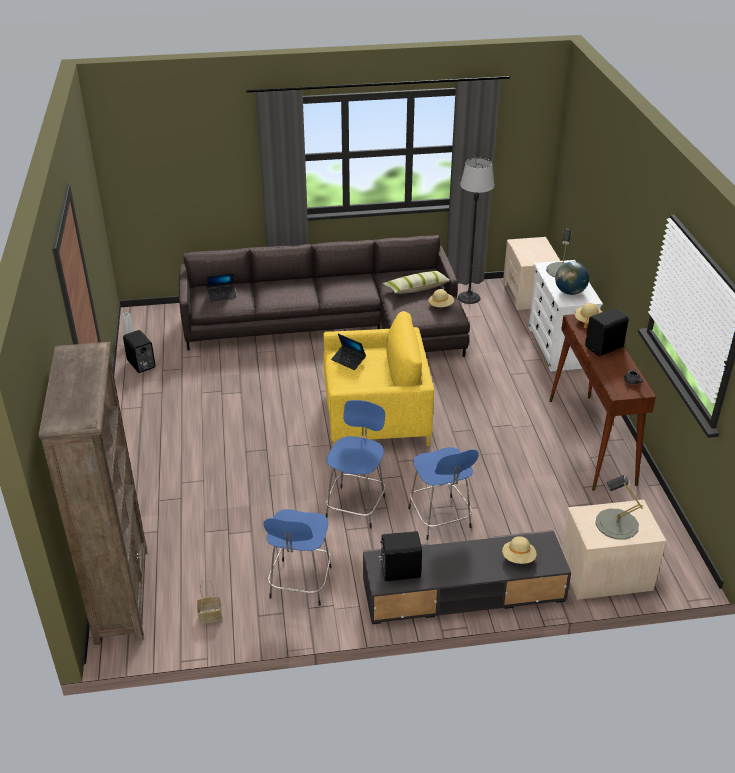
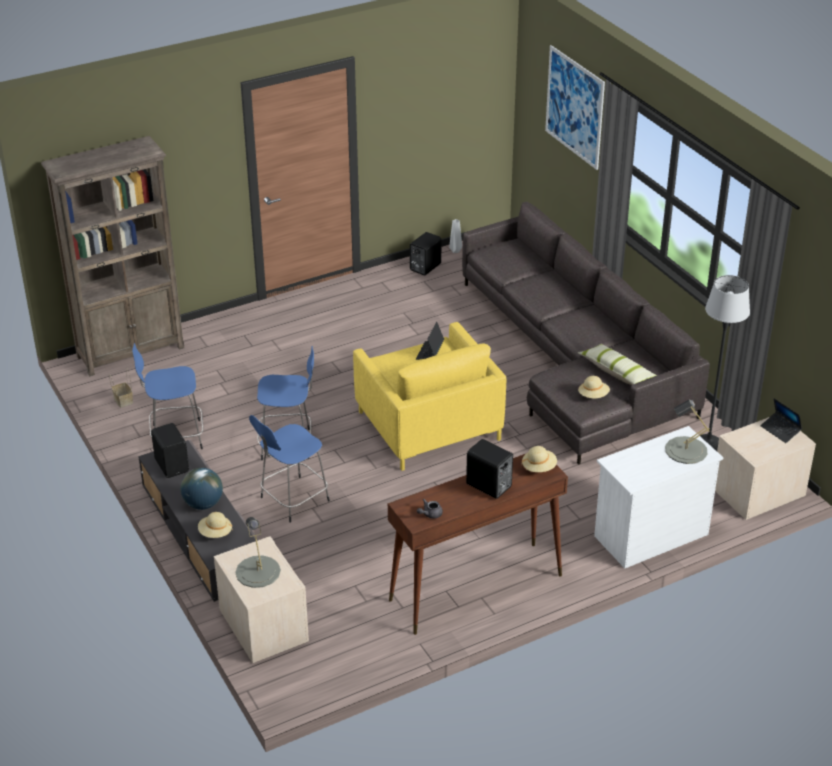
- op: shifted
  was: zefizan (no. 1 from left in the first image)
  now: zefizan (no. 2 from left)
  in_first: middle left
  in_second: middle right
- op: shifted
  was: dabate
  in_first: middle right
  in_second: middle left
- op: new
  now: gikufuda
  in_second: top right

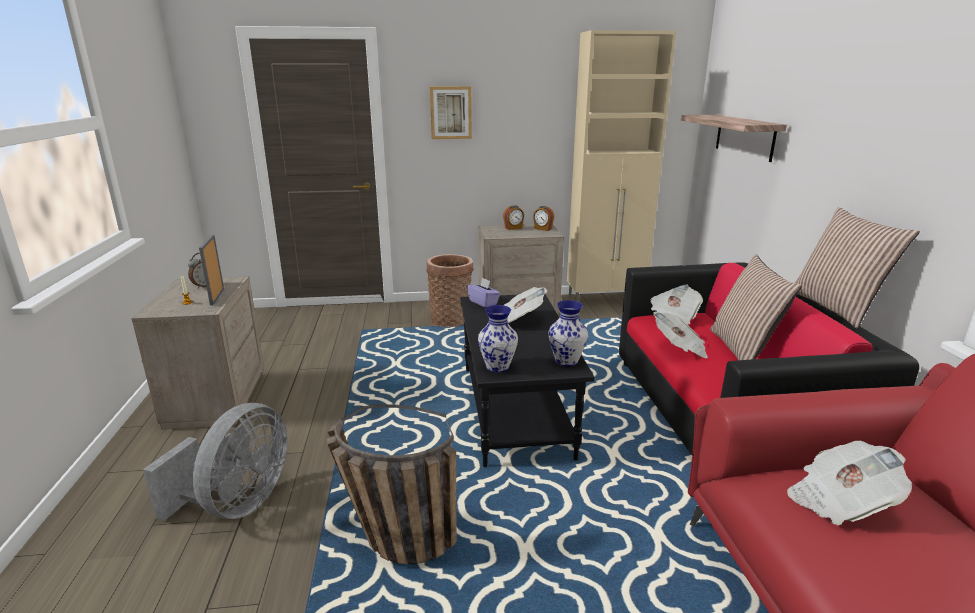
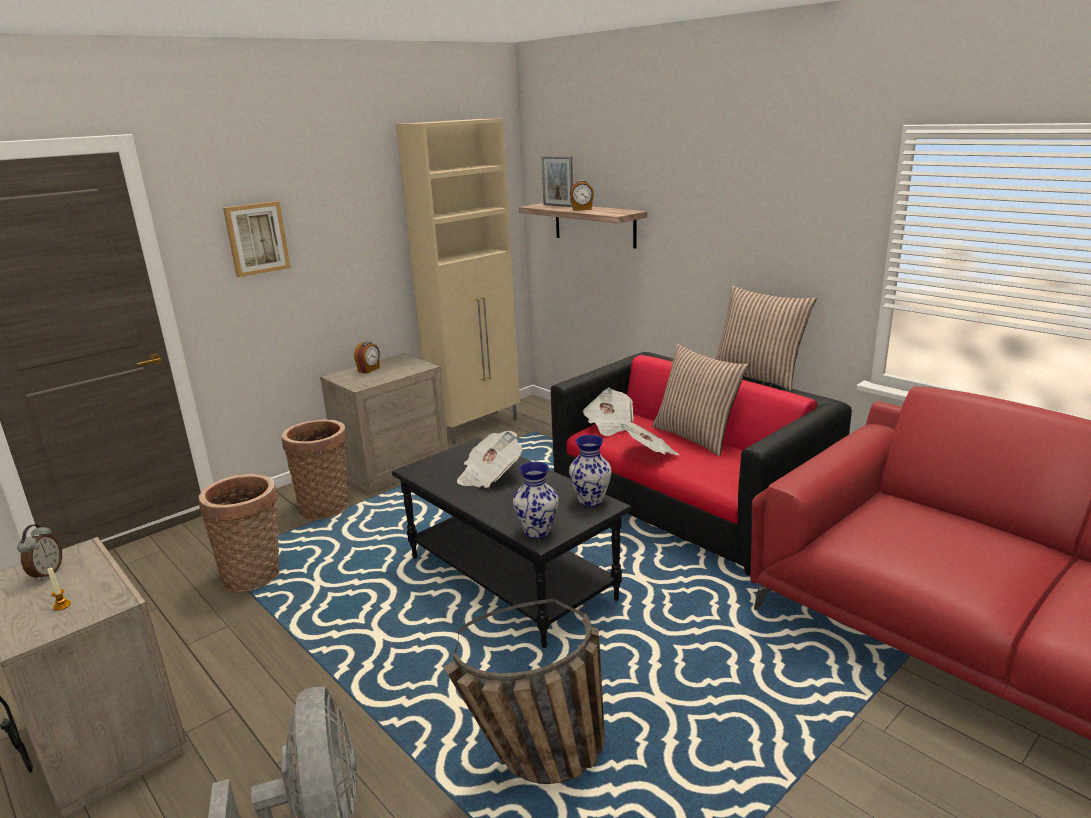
- op: shifted
  was: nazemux
  in_first: middle left
  in_second: top centre
- op: gone
  was: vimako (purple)
  in_first: centre
- op: shifted
  was: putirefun (no. 3 from left)
  in_first: centre
  in_second: top centre
- op: gone
  was: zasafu (no. 4 from left)
  in_first: bottom right
- op: new
  now: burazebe (no. 1 from left)
  in_second: middle left

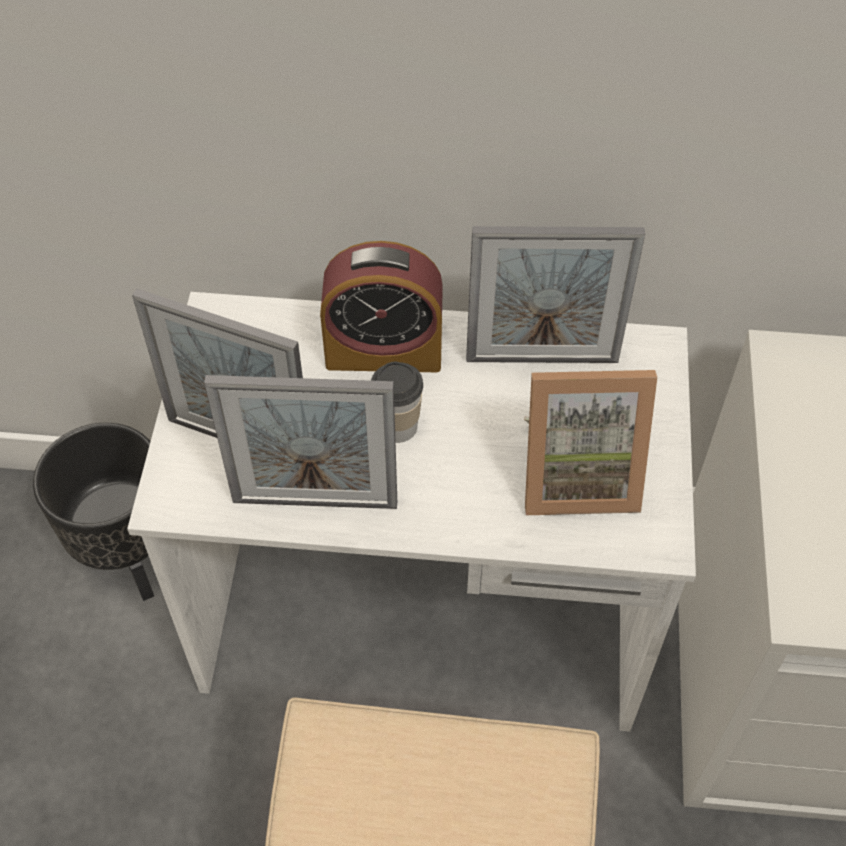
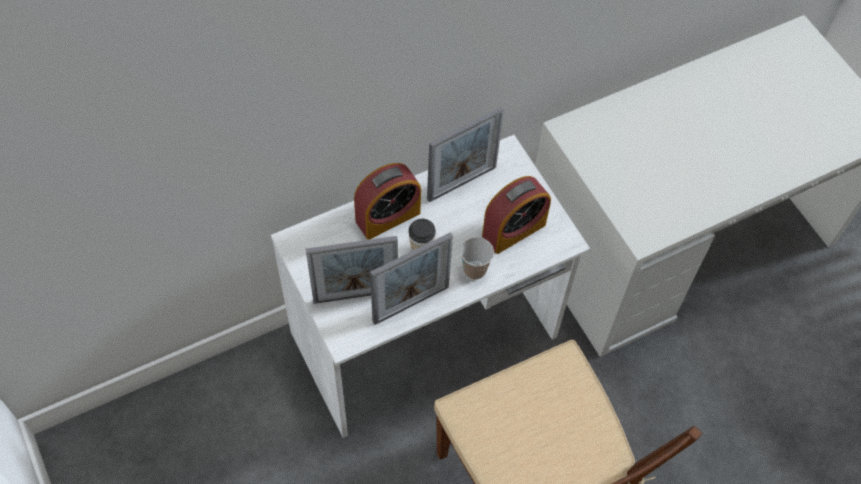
- op: gone
  was: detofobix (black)
  in_first: middle left
- op: swapped
  was: nazemux (no. 4 from left)
  now: putirefun (no. 2 from left)
  in_first: middle right
  in_second: centre
- op: new
  now: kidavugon (no. 2 from left)
  in_second: centre

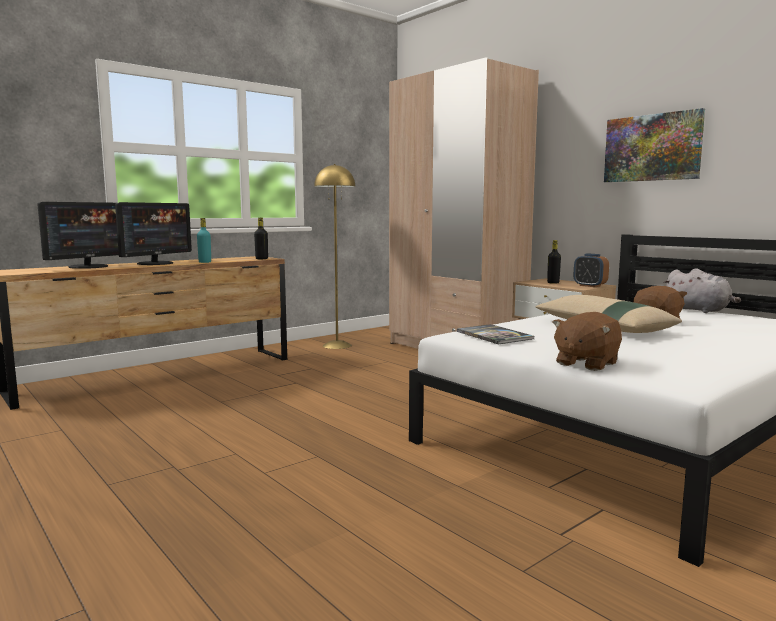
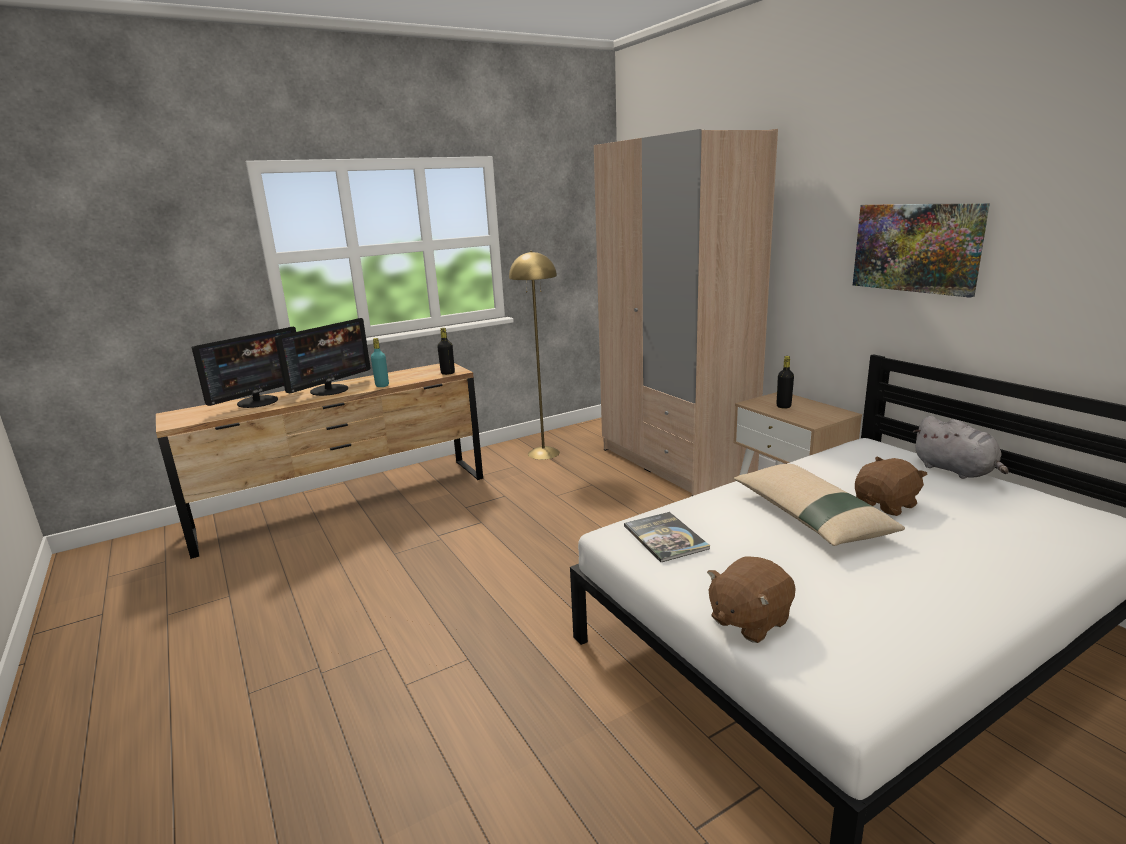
- op: gone
  was: putirefun
  in_first: middle right

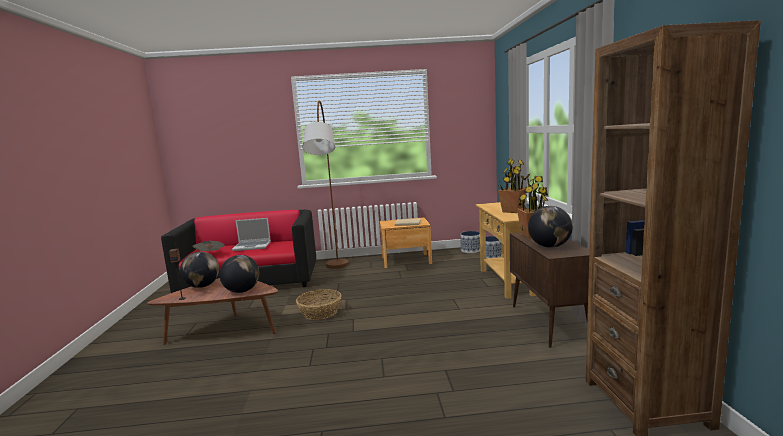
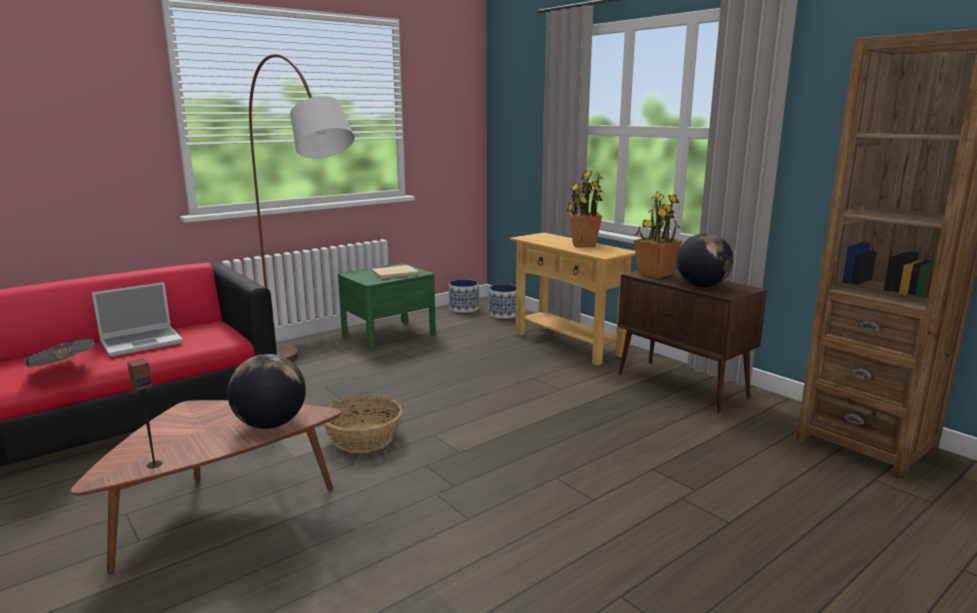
- op: gone
  was: dabate (no. 1 from left)
  in_first: middle left
- op: repainted
  was: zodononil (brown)
  now: zodononil (green)
  in_first: centre
  in_second: centre

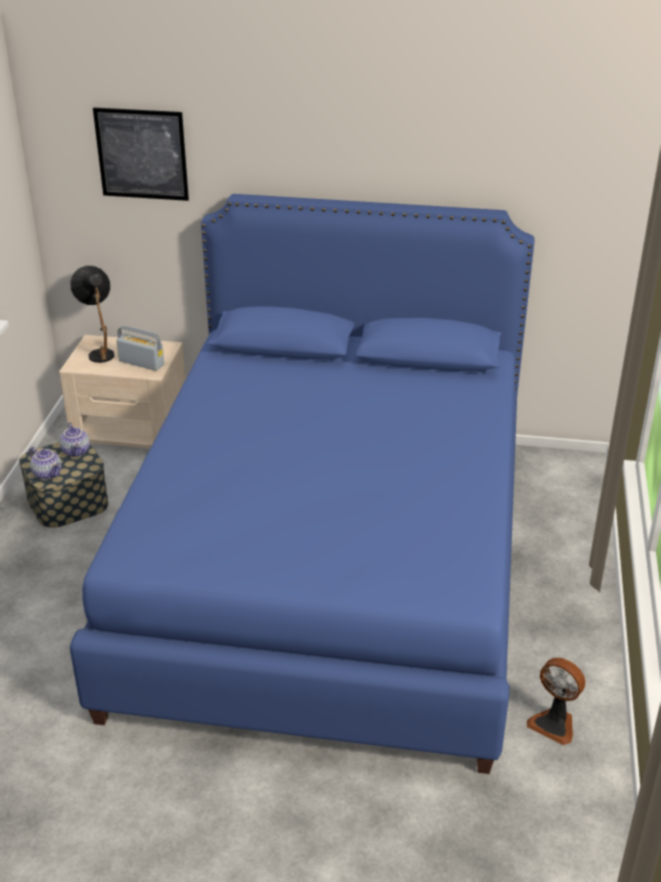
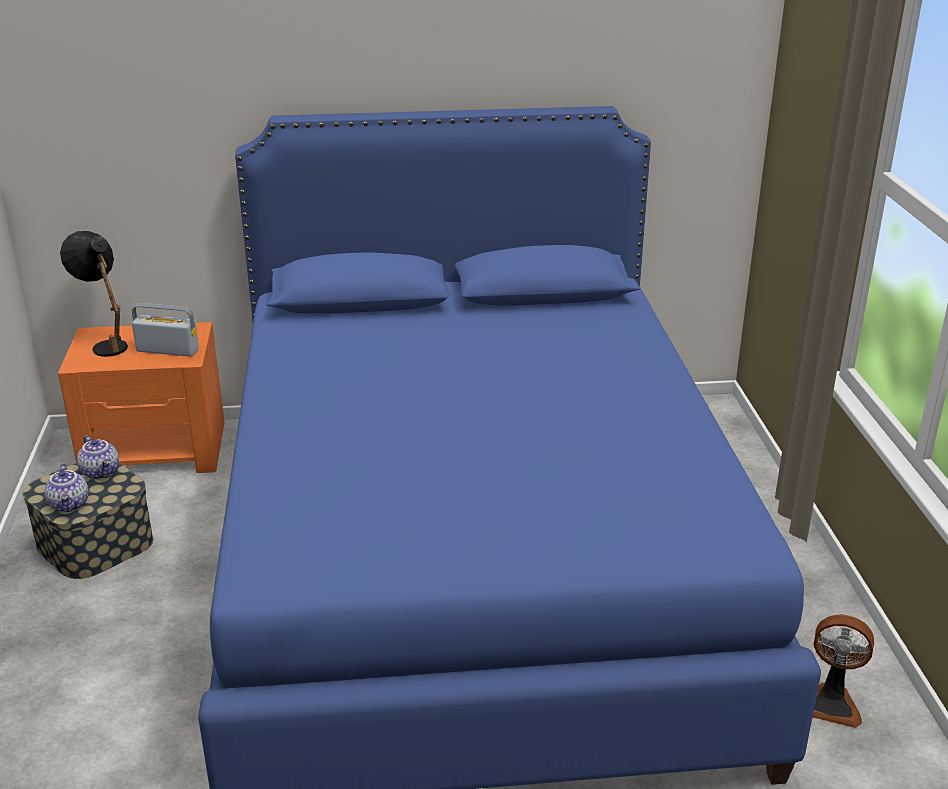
- op: rotated
  was: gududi (no. 1 from left)
  in_first: middle left
  in_second: middle left
  clockwise: 45
- op: repainted
  was: zodononil (beige)
  now: zodononil (orange)
  in_first: middle left
  in_second: middle left
- op: gone
  was: gikufuda
  in_first: top left

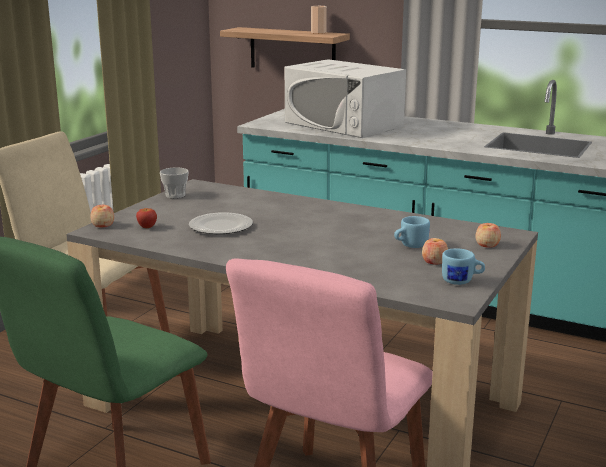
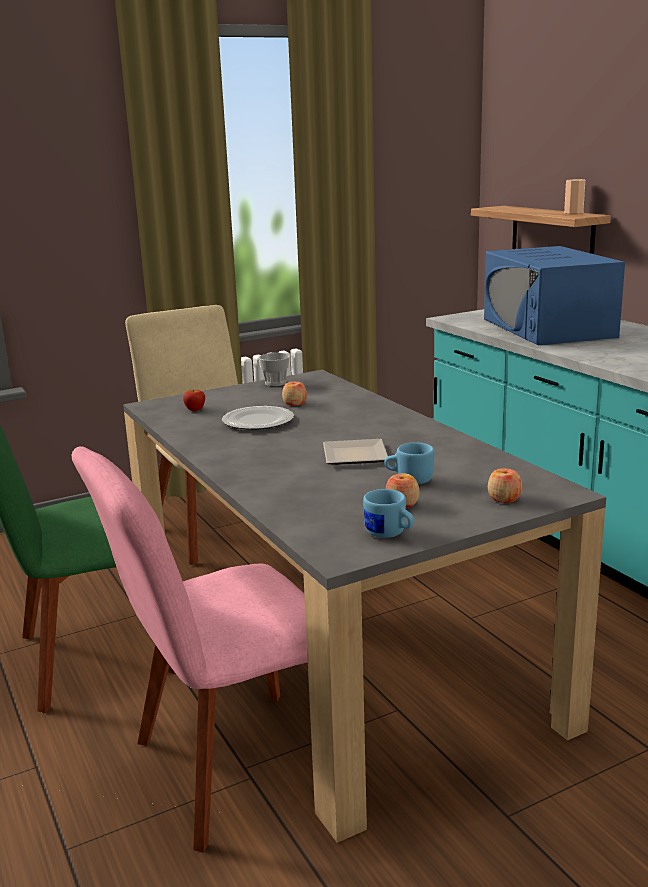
- op: shifted
  was: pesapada (no. 1 from left in the first image)
  now: pesapada (no. 2 from left)
  in_first: middle left
  in_second: centre
- op: repainted
  was: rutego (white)
  now: rutego (blue)
  in_first: top centre
  in_second: top right
- op: new
  now: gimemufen (no. 2 from left)
  in_second: centre

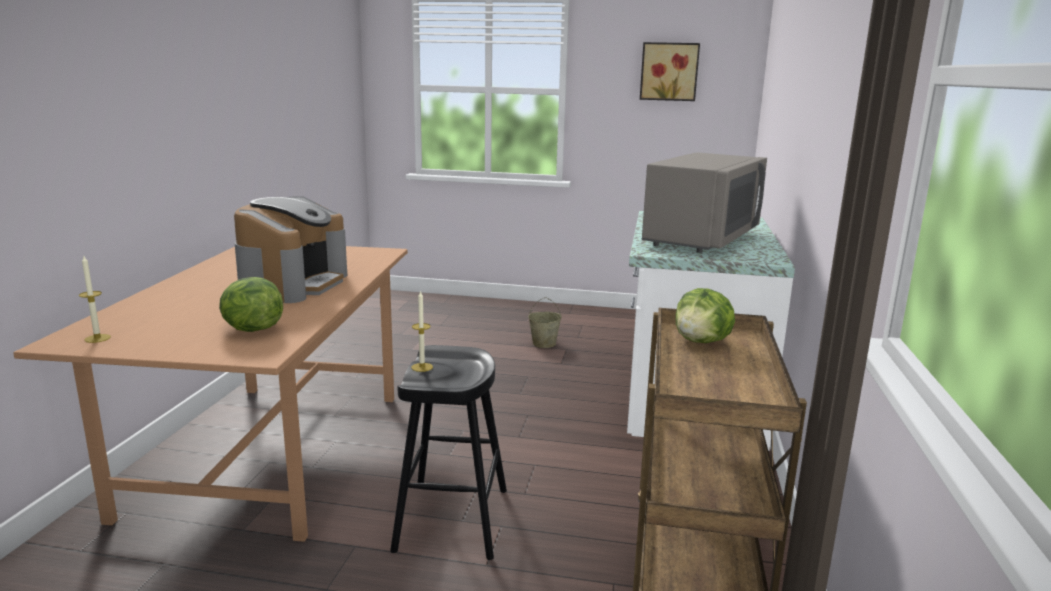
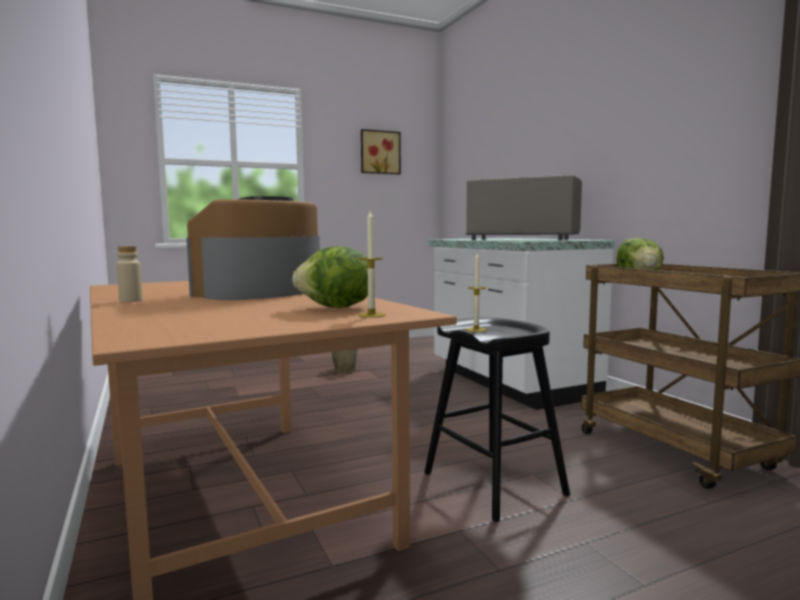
- op: shifted
  was: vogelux (no. 1 from left)
  in_first: middle left
  in_second: centre
- op: rotated
  was: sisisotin
  in_first: middle left
  in_second: middle left
  clockwise: -120
- op: rotated
  was: rutego (grey)
  in_first: middle right
  in_second: centre
  clockwise: -60
- op: new
  now: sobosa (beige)
  in_second: middle left

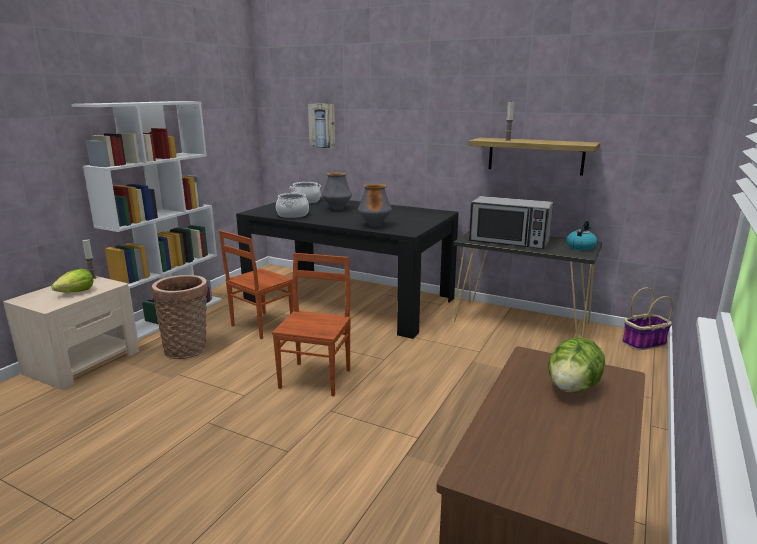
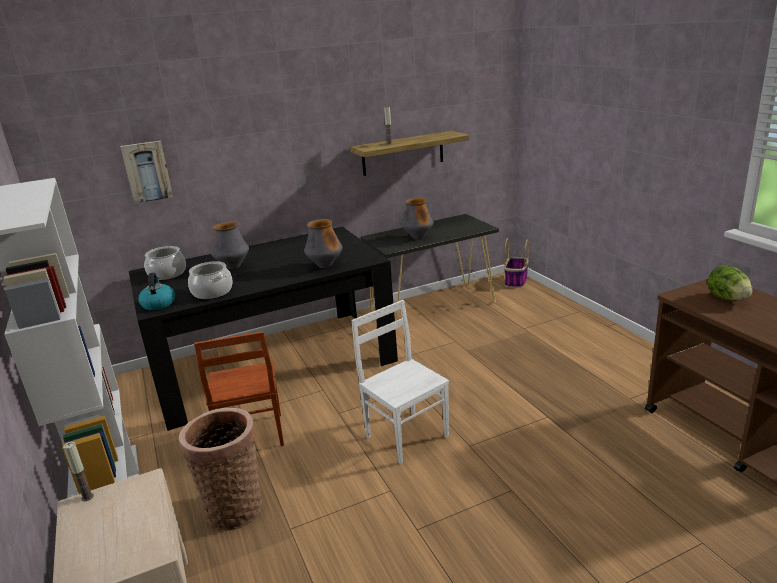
- op: gone
  was: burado (no. 1 from left)
  in_first: middle left
- op: repainted
  was: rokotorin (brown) (no. 2 from left)
  now: rokotorin (white)
  in_first: centre
  in_second: centre
- op: swapped
  was: rutego
  now: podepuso (no. 3 from left)
  in_first: middle right
  in_second: centre
- op: shifted
  was: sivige
  in_first: middle right
  in_second: middle left

